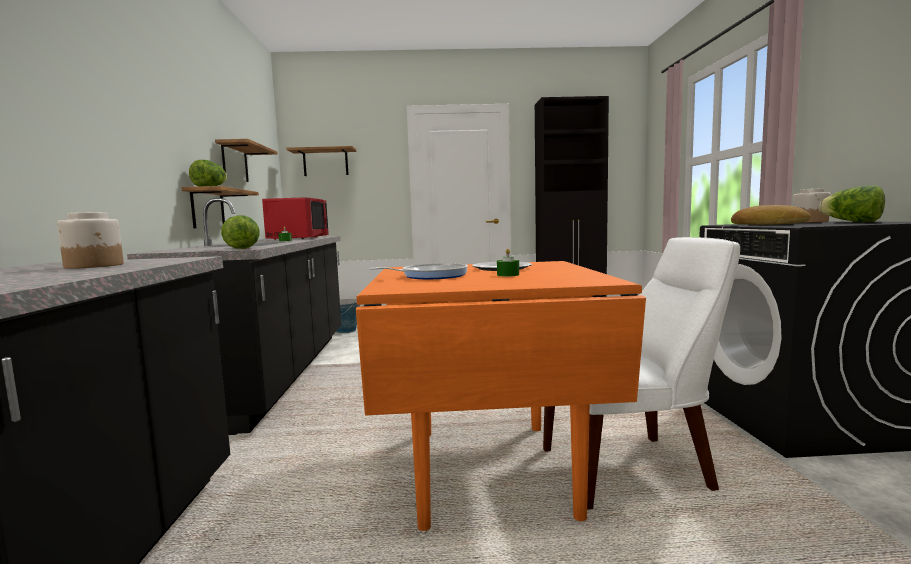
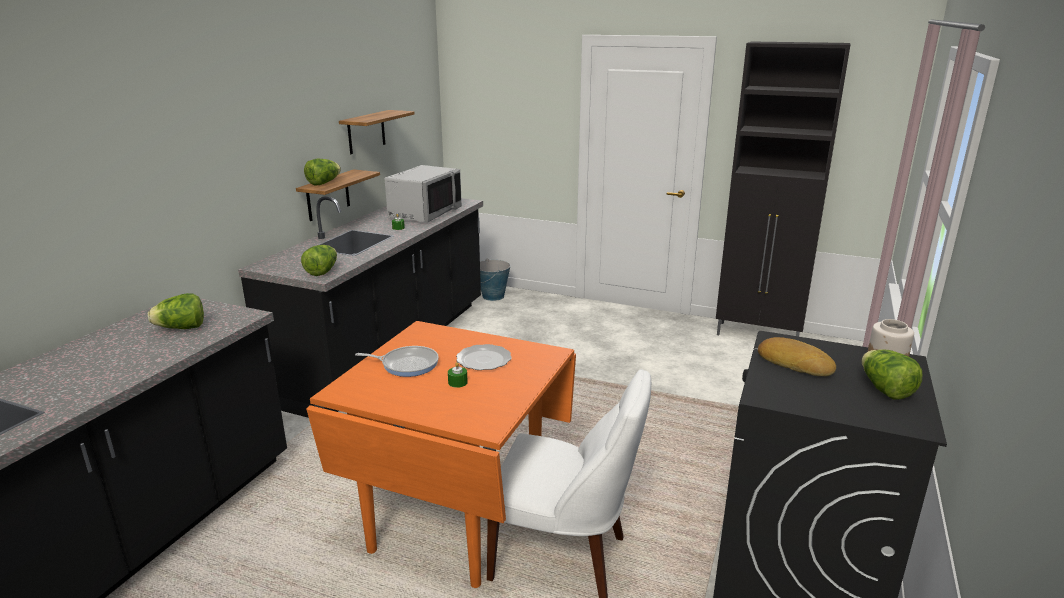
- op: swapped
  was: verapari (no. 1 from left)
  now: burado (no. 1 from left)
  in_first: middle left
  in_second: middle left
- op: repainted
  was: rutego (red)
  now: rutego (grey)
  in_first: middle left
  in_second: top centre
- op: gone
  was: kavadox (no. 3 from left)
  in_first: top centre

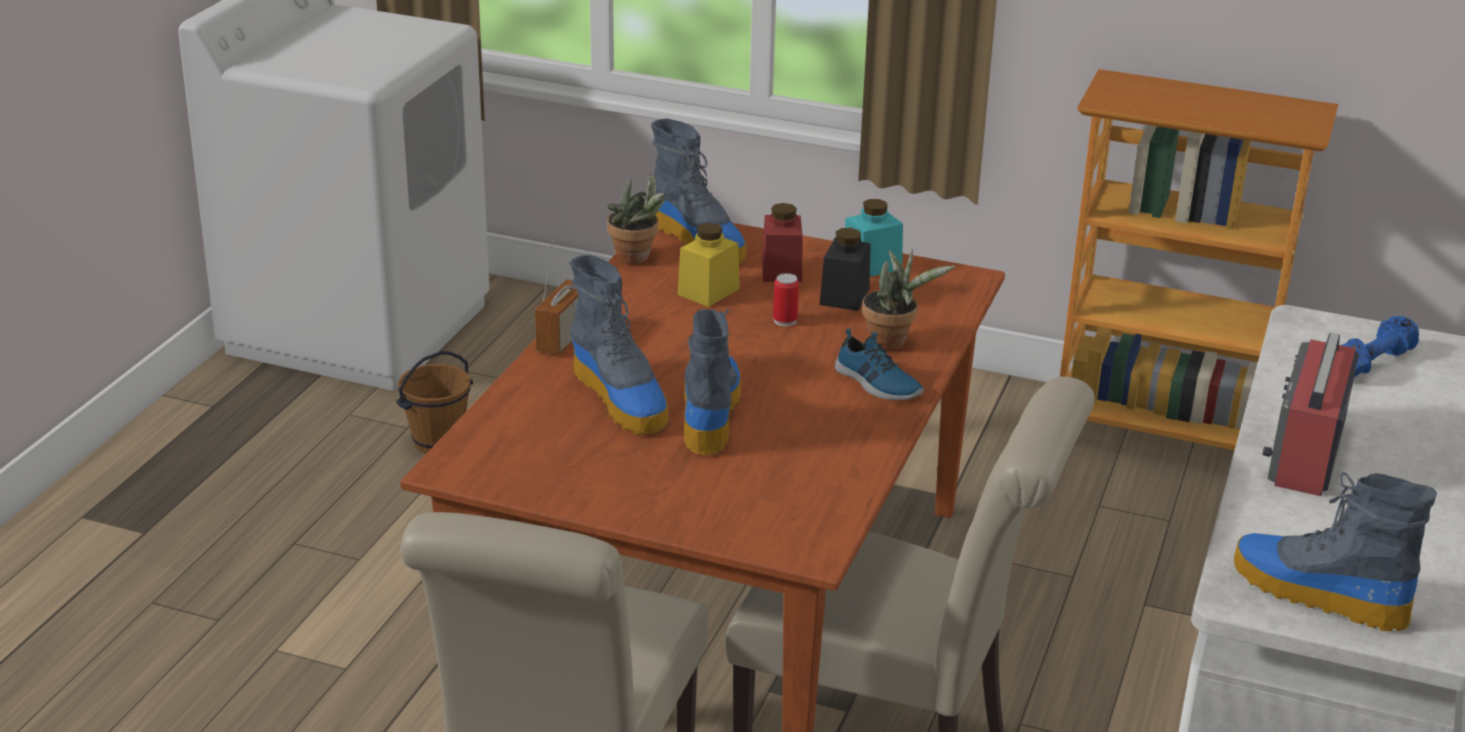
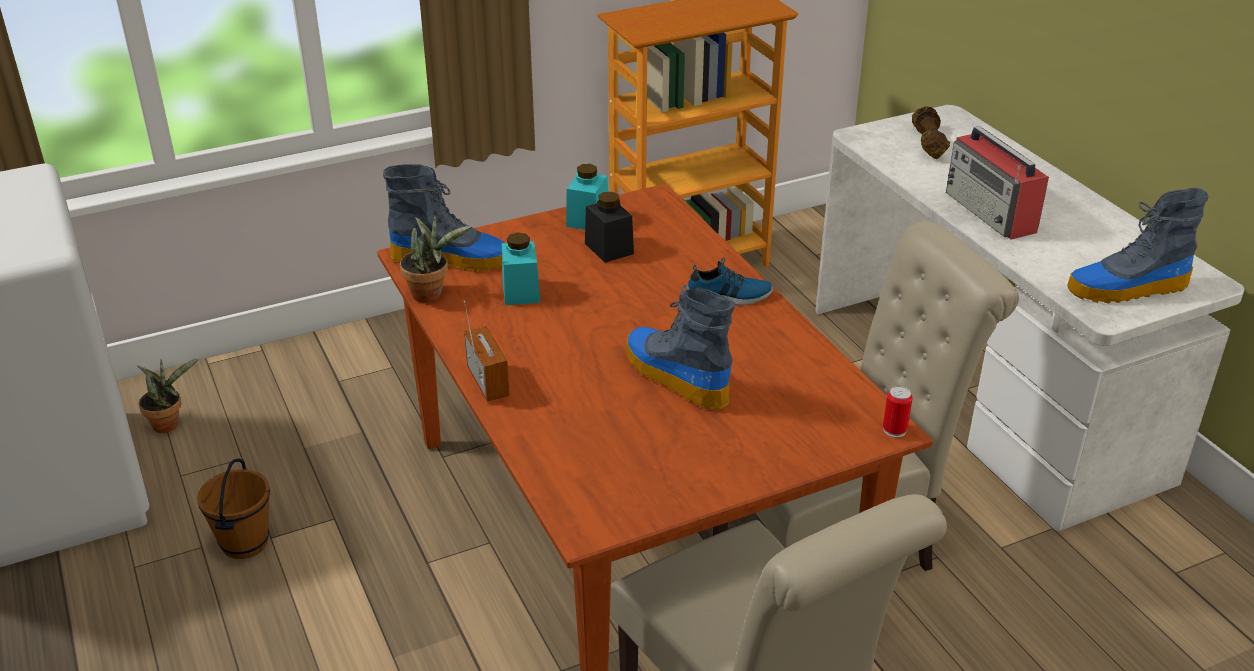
- op: gone
  was: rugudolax (no. 1 from left)
  in_first: centre
- op: repainted
  was: verapari (yellow)
  now: verapari (turquoise) (no. 1 from left)
  in_first: centre
  in_second: centre
- op: gone
  was: verapari (red)
  in_first: top centre
- op: shifted
  was: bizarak
  in_first: centre
  in_second: middle right
- op: shifted
  was: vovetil (no. 2 from left in the first image)
  now: vovetil (no. 1 from left)
  in_first: centre
  in_second: middle left
- op: repainted
  was: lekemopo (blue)
  now: lekemopo (brown)
  in_first: middle right
  in_second: top right

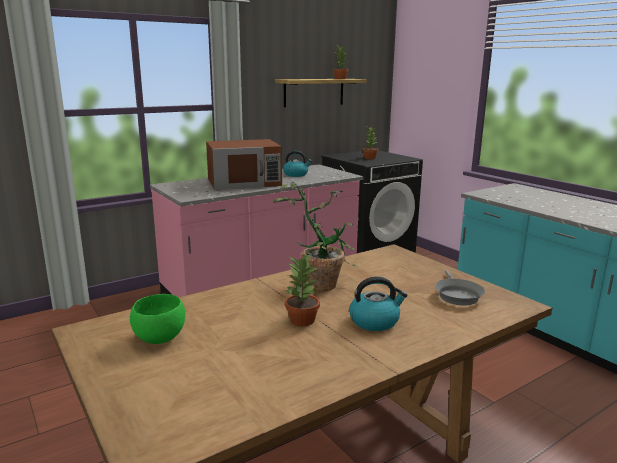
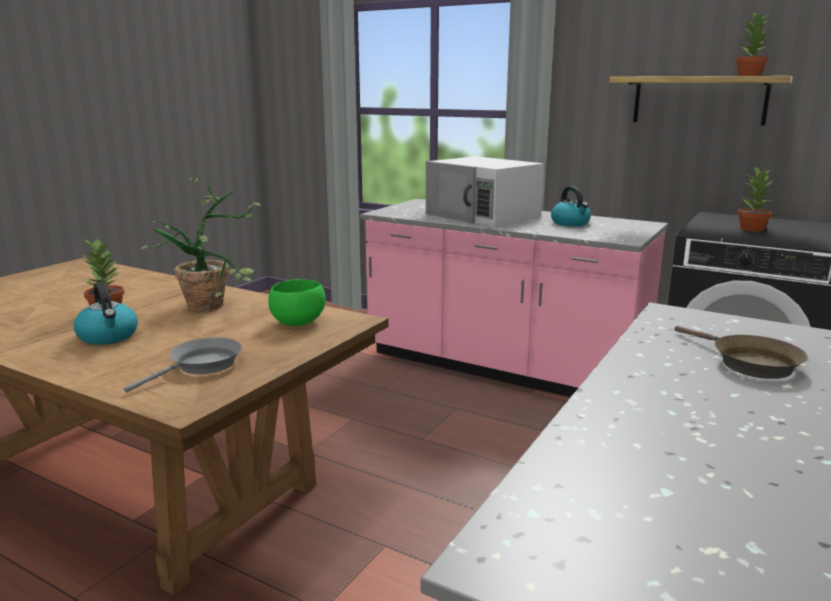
- op: shifted
  was: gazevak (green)
  in_first: bottom left
  in_second: centre
- op: repainted
  was: rutego (brown)
  now: rutego (white)
  in_first: centre
  in_second: top centre
- op: rotated
  was: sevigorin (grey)
  in_first: middle right
  in_second: middle left
  clockwise: 150
- op: new
  now: sevigorin (brown)
  in_second: middle right

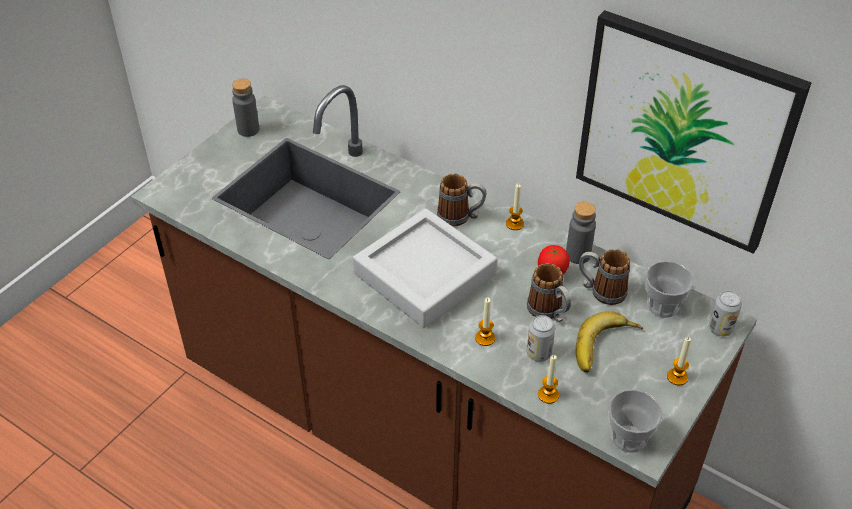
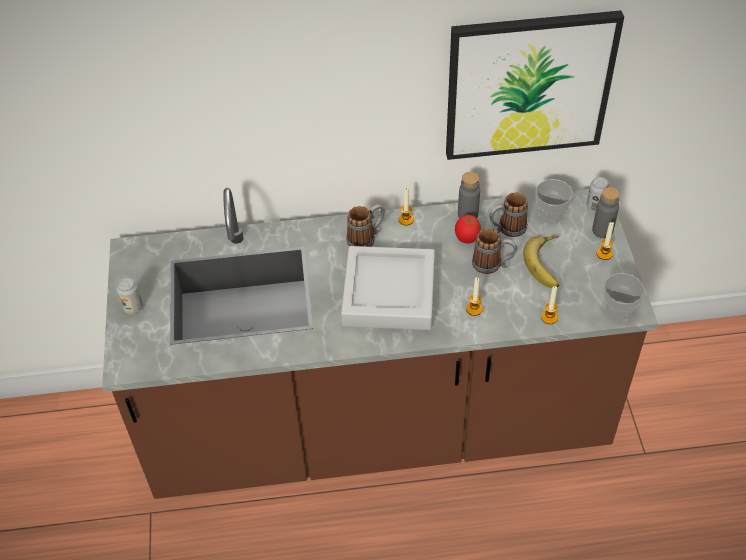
- op: shifted
  was: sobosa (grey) (no. 1 from left in the first image)
  now: sobosa (grey) (no. 2 from left)
  in_first: top left
  in_second: middle right
- op: shifted
  was: bizarak (no. 1 from left)
  in_first: centre
  in_second: middle left

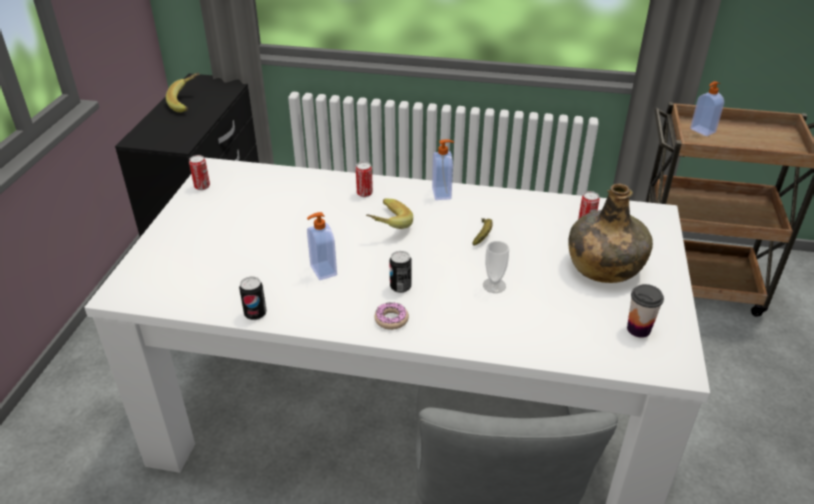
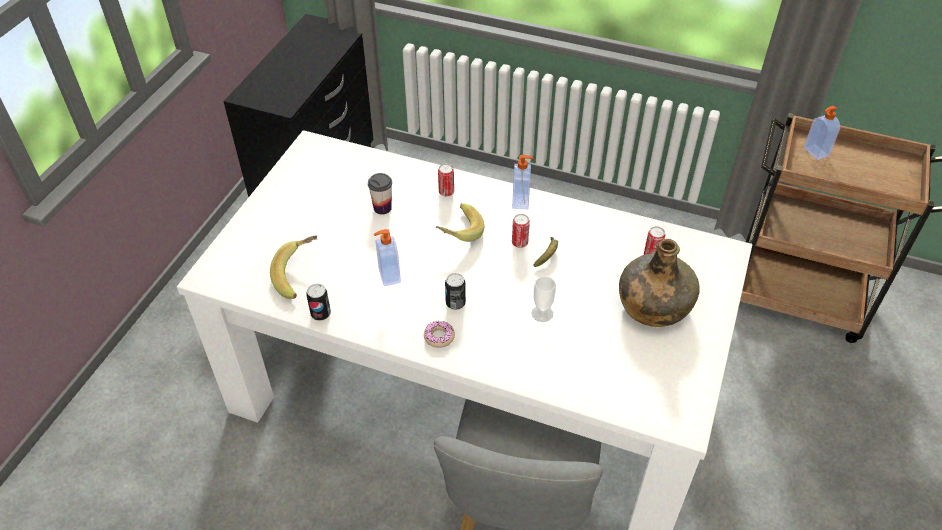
- op: shifted
  was: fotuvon (no. 1 from left)
  in_first: top left
  in_second: middle left
- op: shifted
  was: bizarak (no. 1 from left in the first image)
  now: bizarak (no. 4 from left)
  in_first: middle left
  in_second: centre
- op: shifted
  was: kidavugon (no. 2 from left in the first image)
  now: kidavugon (no. 1 from left)
  in_first: middle right
  in_second: centre

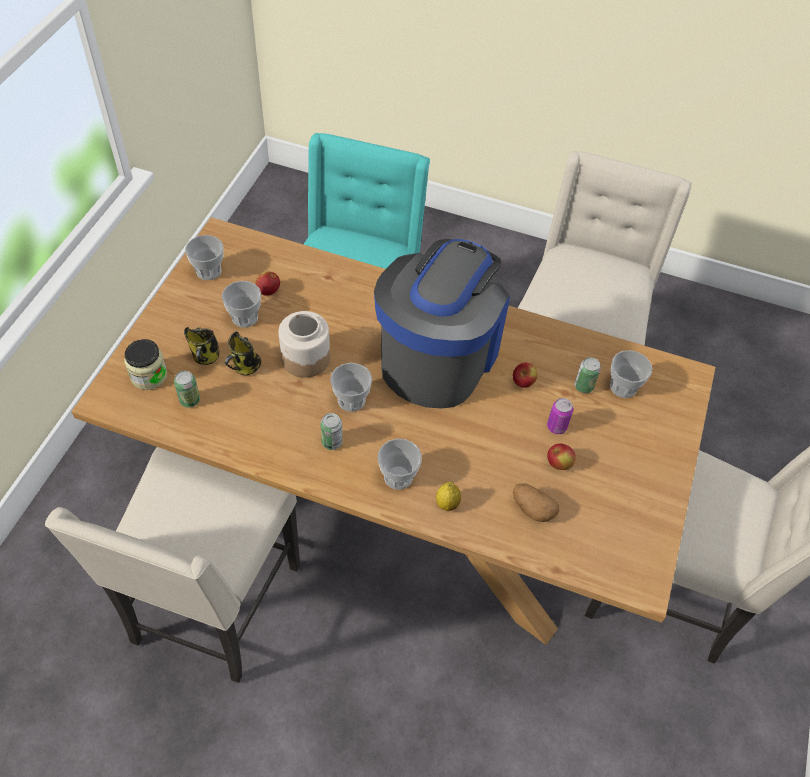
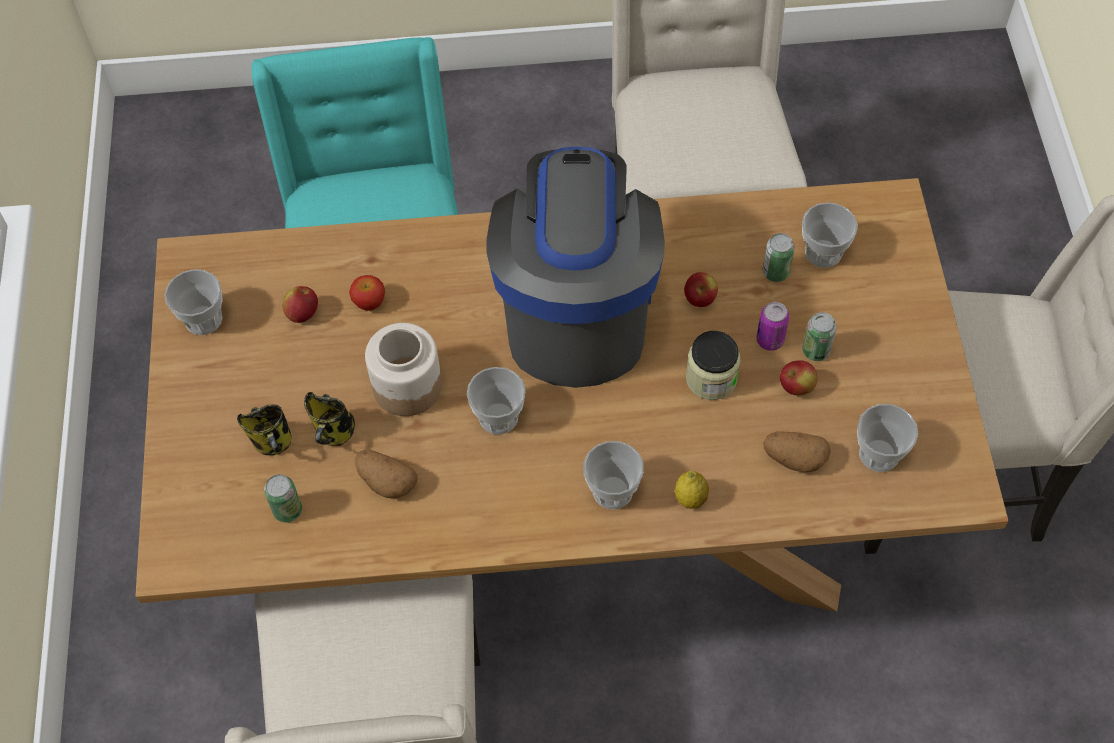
- op: shifted
  was: verapari (no. 1 from left in the first image)
  now: verapari (no. 2 from left)
  in_first: middle left
  in_second: centre
- op: shifted
  was: kidavugon (no. 2 from left in the first image)
  now: kidavugon (no. 5 from left)
  in_first: middle left
  in_second: middle right
- op: shifted
  was: bizarak (no. 2 from left in the first image)
  now: bizarak (no. 4 from left)
  in_first: centre
  in_second: middle right
- op: new
  now: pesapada (no. 2 from left)
  in_second: middle left
- op: new
  now: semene (no. 1 from left)
  in_second: centre

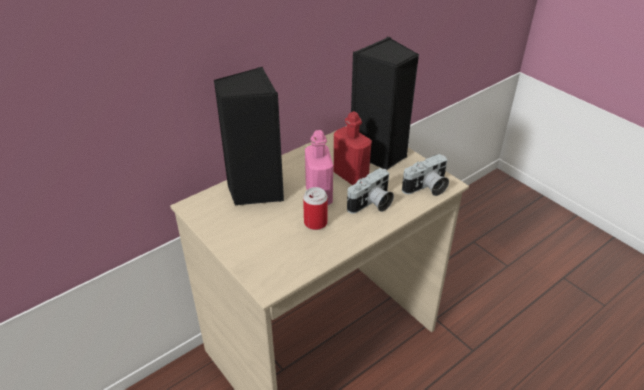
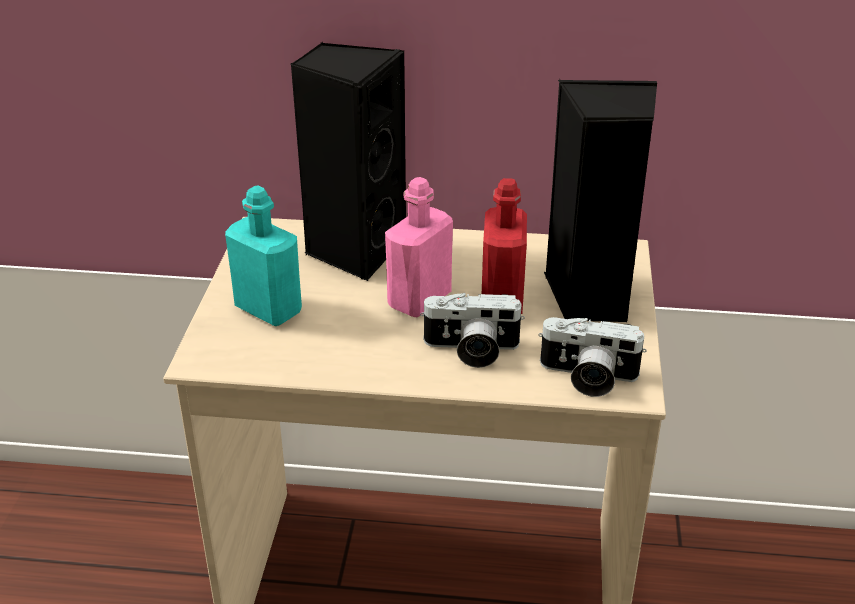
- op: gone
  was: bizarak
  in_first: centre
- op: new
  now: sobosa (turquoise)
  in_second: middle left

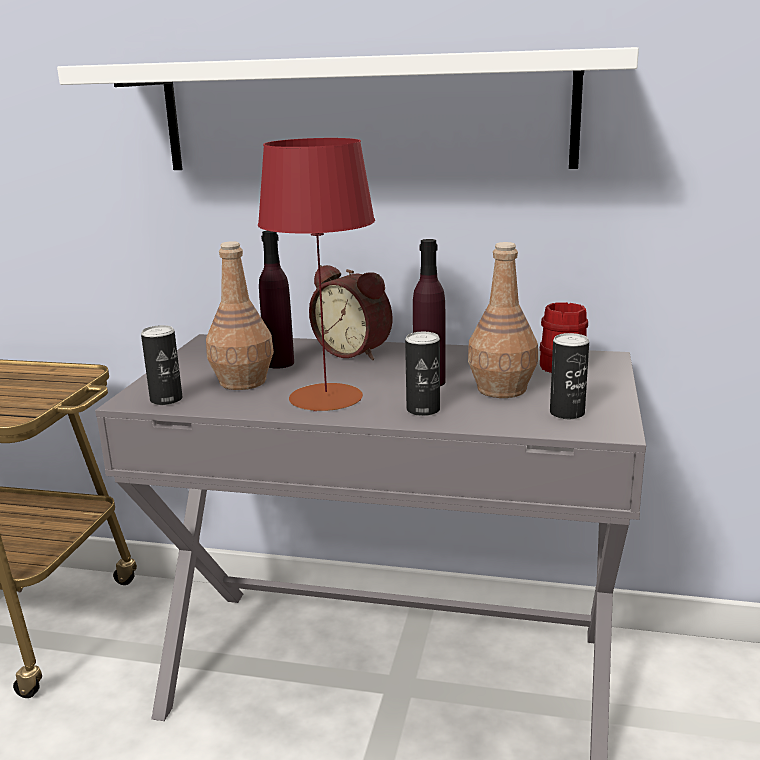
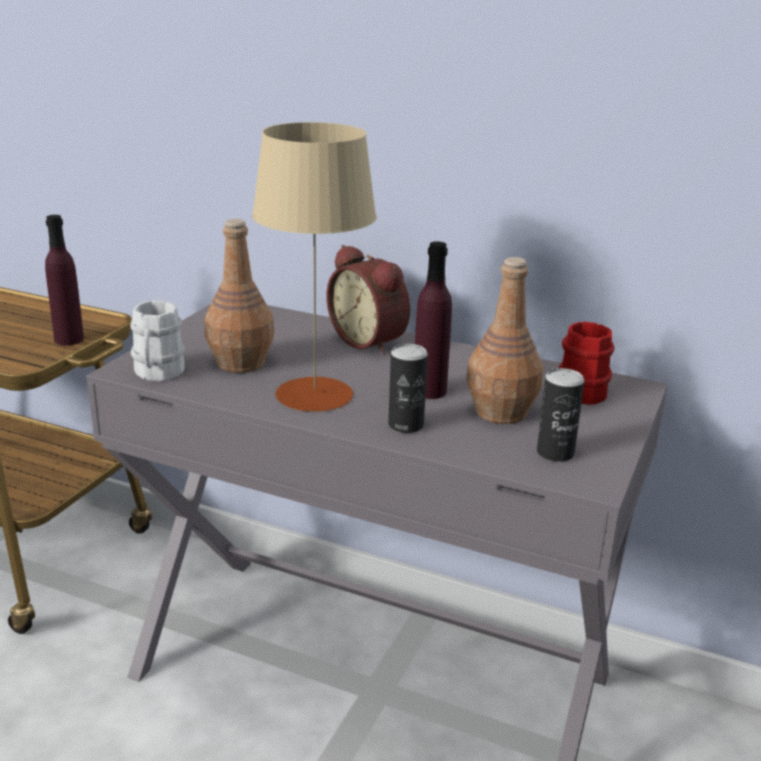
- op: gone
  was: kavadox (white)
  in_first: top centre
- op: swapped
  was: bizarak (no. 1 from left)
  now: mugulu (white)
  in_first: middle left
  in_second: middle left
- op: repainted
  was: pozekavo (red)
  now: pozekavo (beige)
  in_first: centre
  in_second: centre
- op: shifted
  was: sobosa (purple) (no. 1 from left)
  in_first: centre
  in_second: middle left

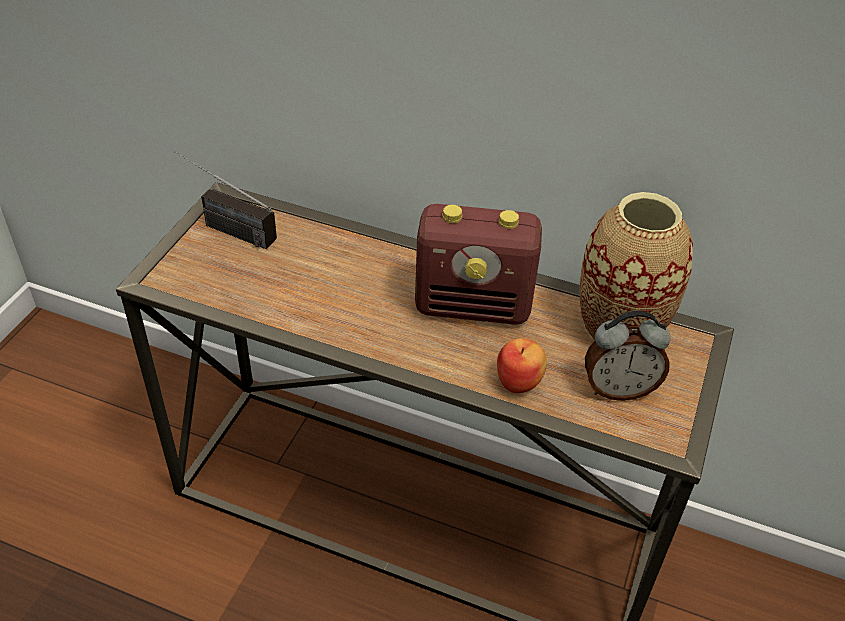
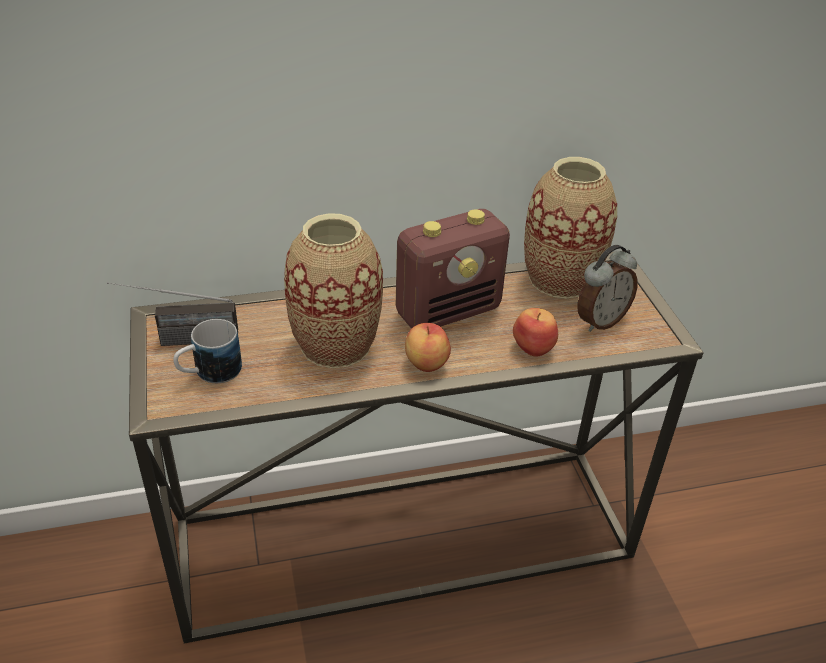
- op: new
  now: mugulu
  in_second: middle left
- op: new
  now: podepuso (no. 1 from left)
  in_second: centre
- op: new
  now: pesapada (no. 1 from left)
  in_second: centre

